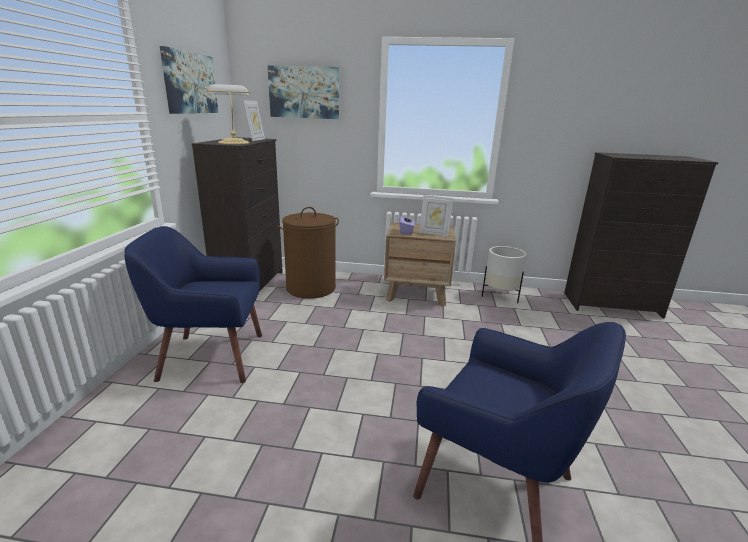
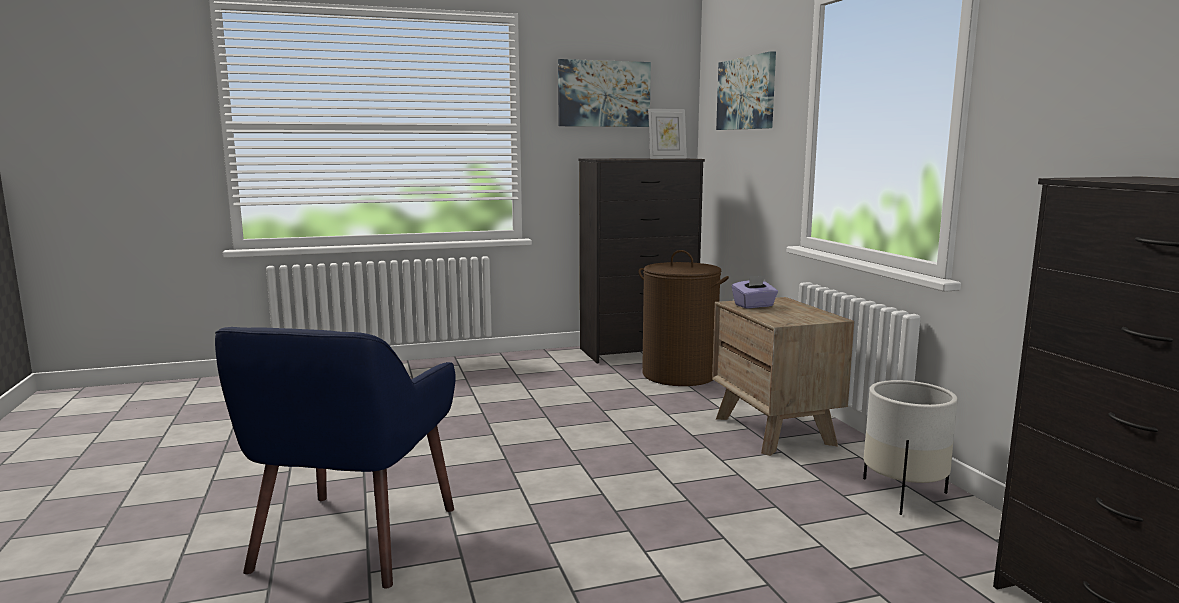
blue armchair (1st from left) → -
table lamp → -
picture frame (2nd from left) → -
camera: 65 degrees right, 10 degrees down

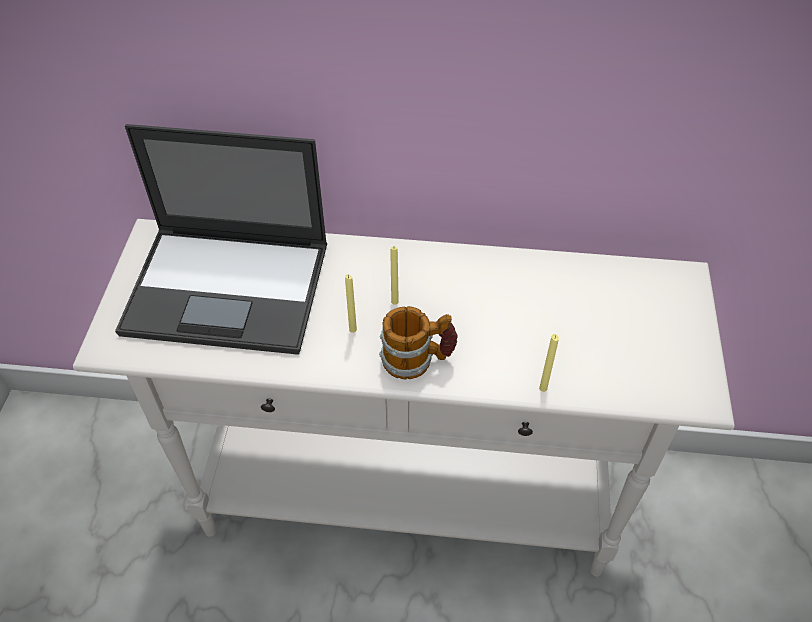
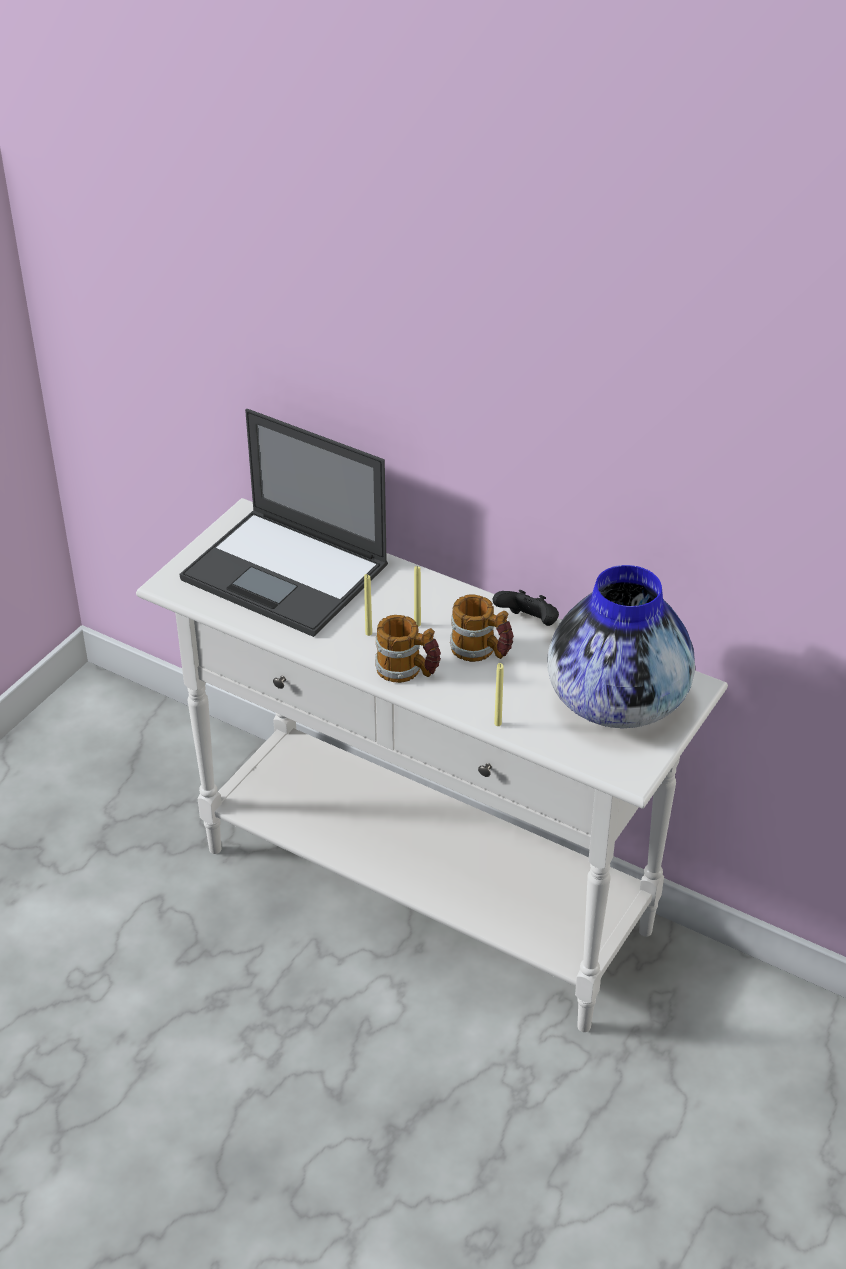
- → mug (2nd from left)
- → black game controller
- → vase
camera: 25 degrees right, 10 degrees down

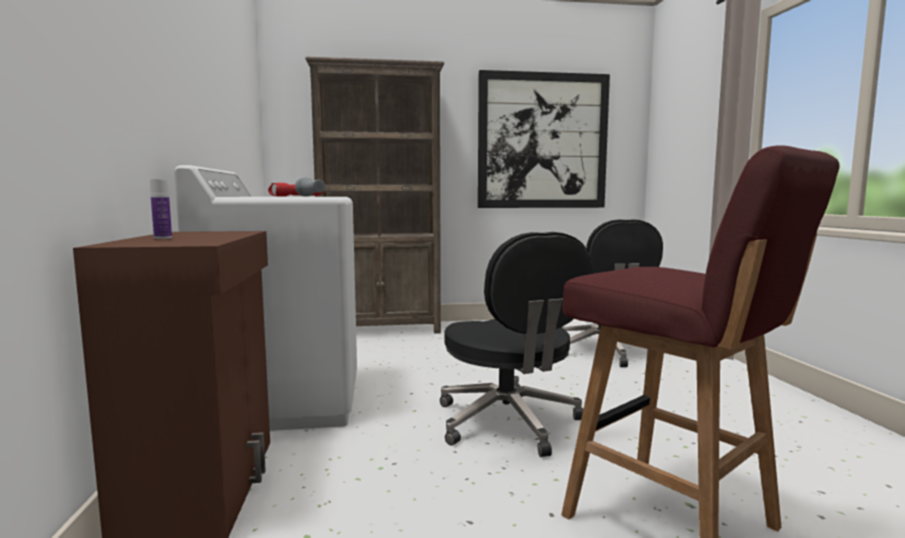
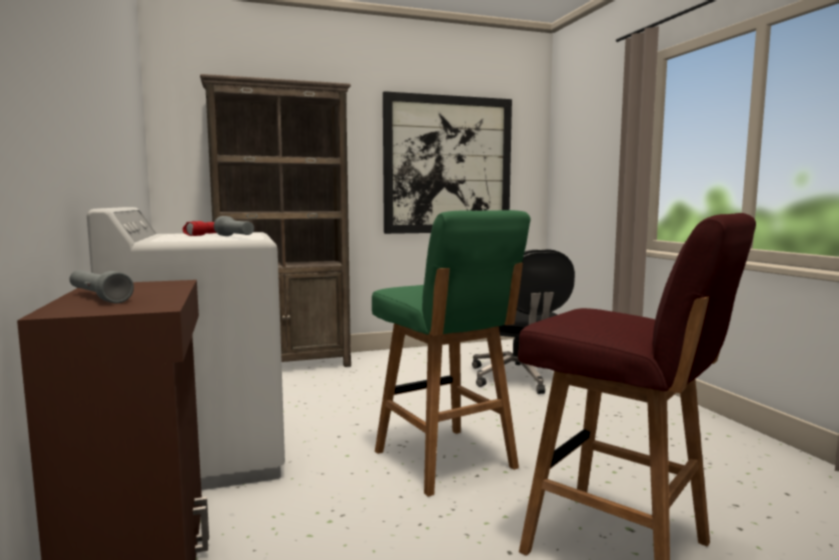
bottle → grey flashlight (1st from left)
black office chair (1st from left) → green stool
camera: 10 degrees left, 0 degrees up

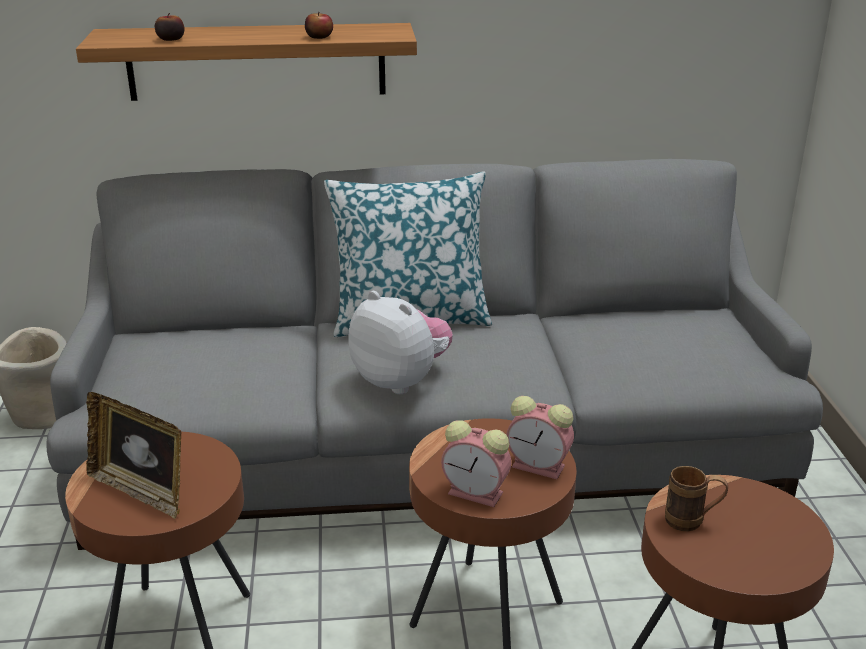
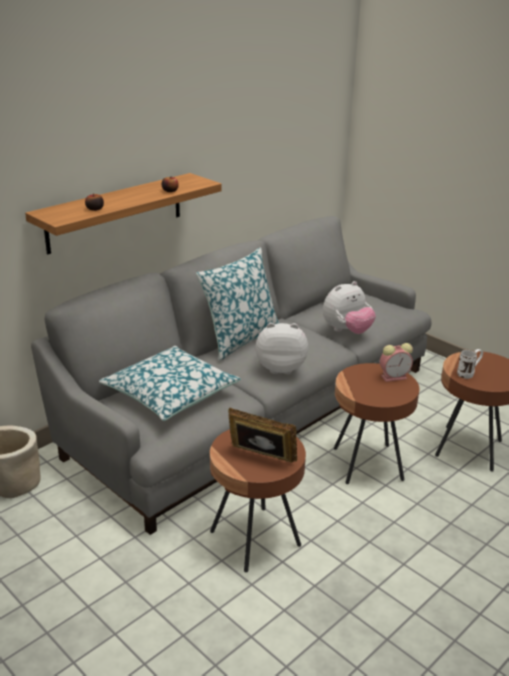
- → pillow (1st from left)
picture frame, 150 degrees counterclockwise
- → plush toy (2nd from left)
brown mug → white mug
alarm clock (1st from left) → -
camera: 40 degrees left, 0 degrees up

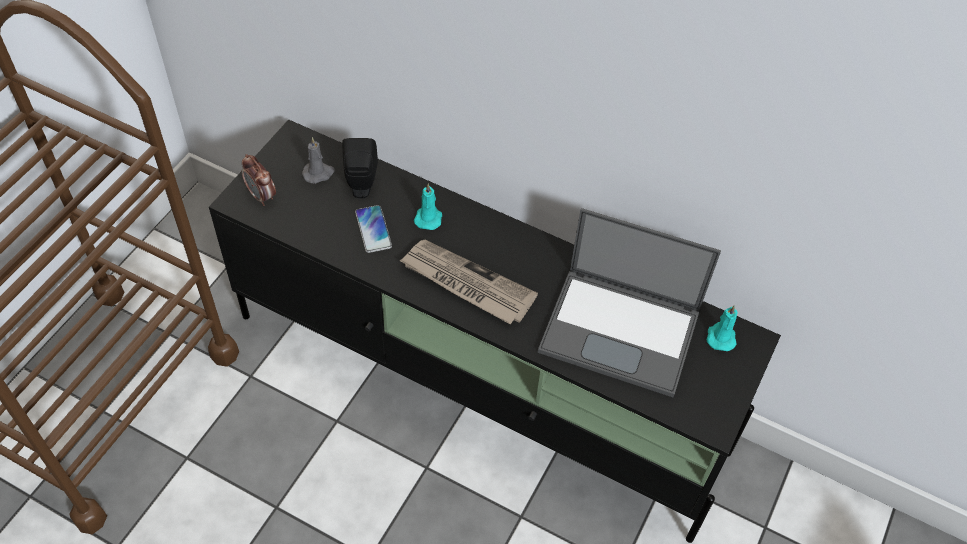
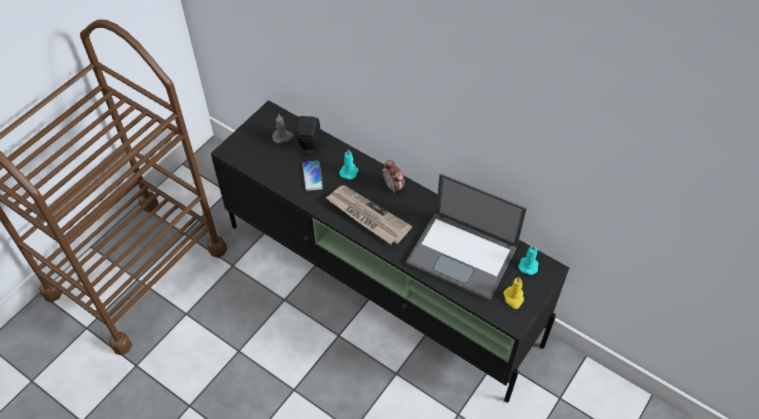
alarm clock, moved
- → yellow candle
camera: 10 degrees right, 0 degrees up

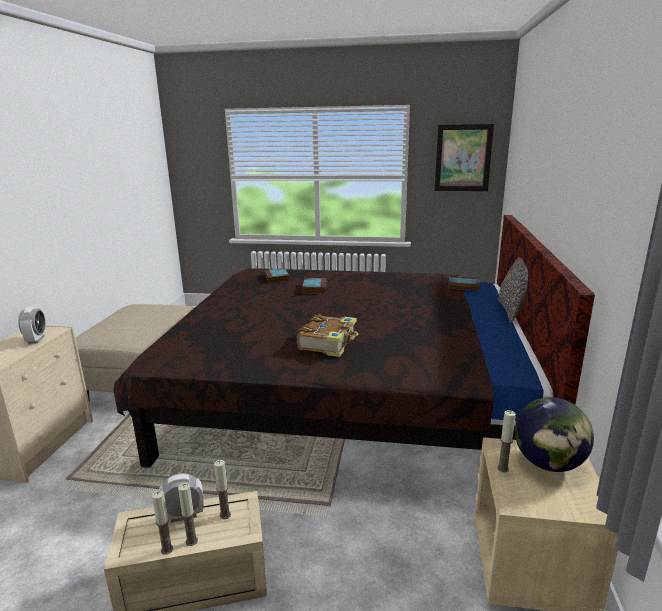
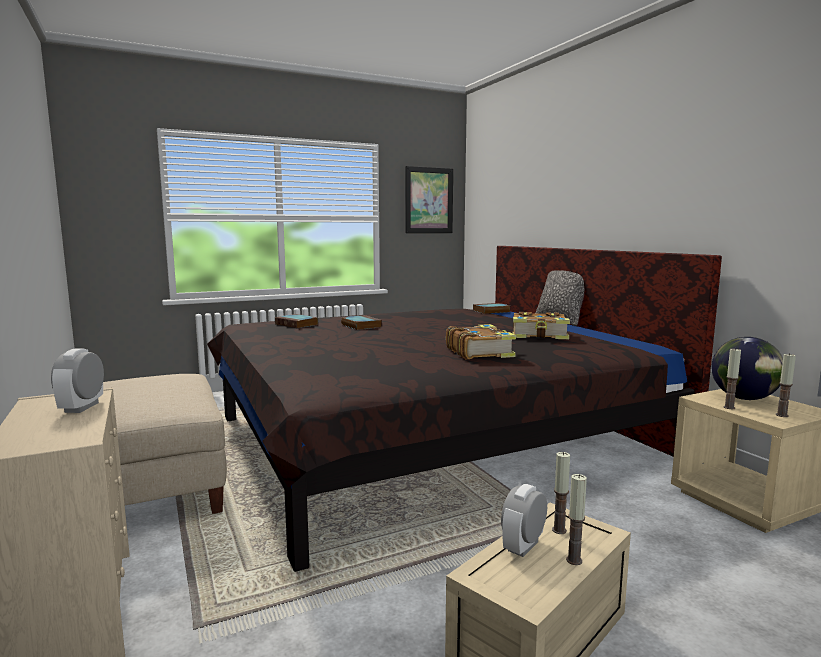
alarm clock (1st from left), 135 degrees counterclockwise
- → book (5th from left)
candle (1st from left in the first image) → candle (4th from left), moved
camera: 35 degrees left, 10 degrees down

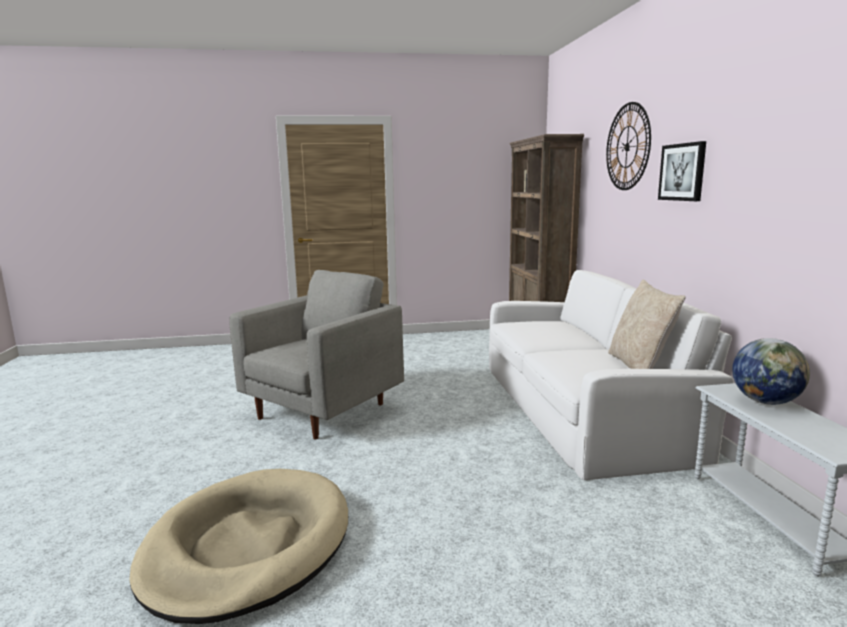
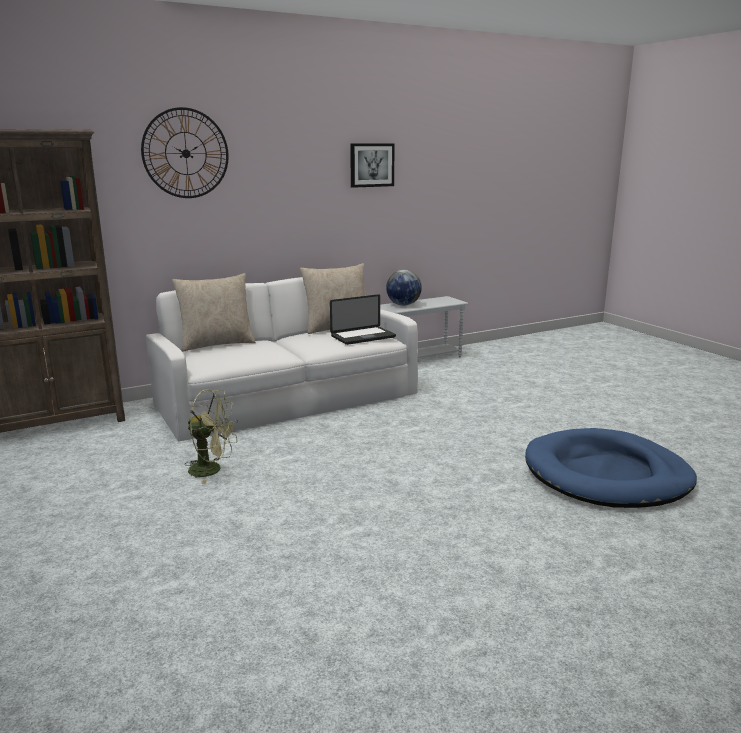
- → beige pillow (1st from left)
- → green fan
- → laptop
picture, moved
beige dog bed → blue dog bed
grey armchair → -
camera: 110 degrees left, 5 degrees up

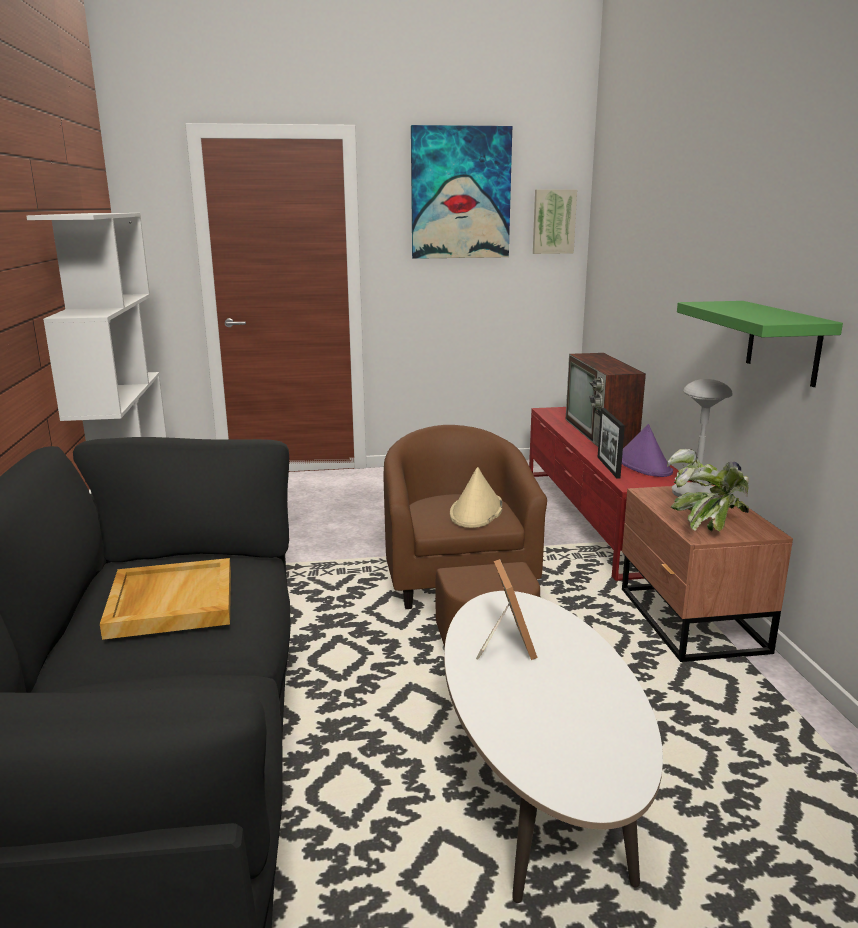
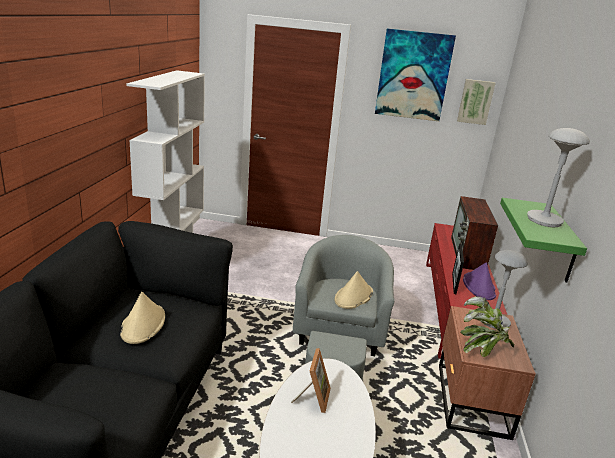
beige tray → beige hat (1st from left)
brown armchair → grey armchair
- → grey table lamp (2nd from left)
camera: 15 degrees right, 5 degrees up

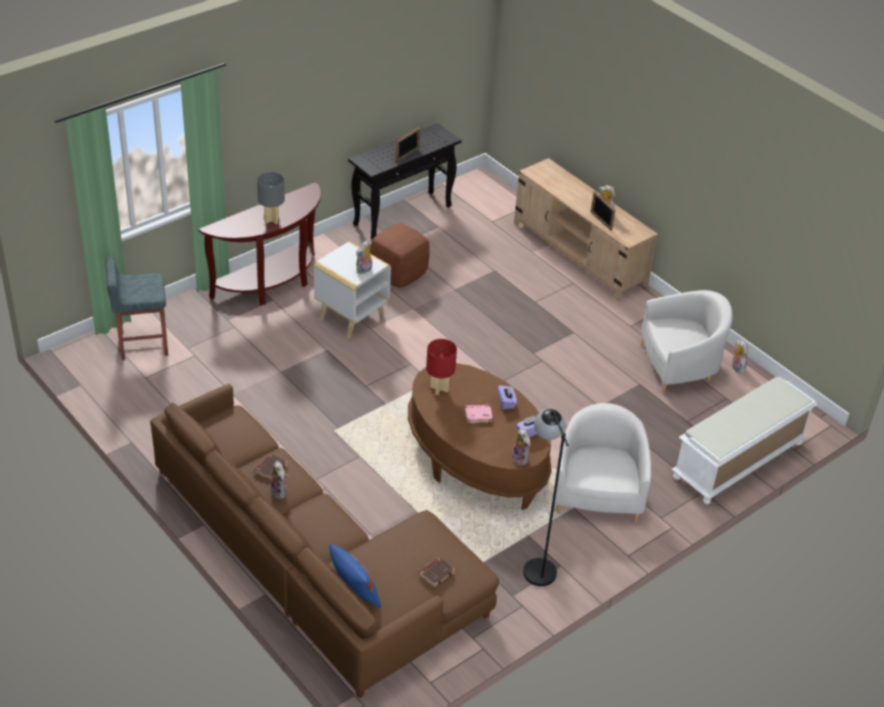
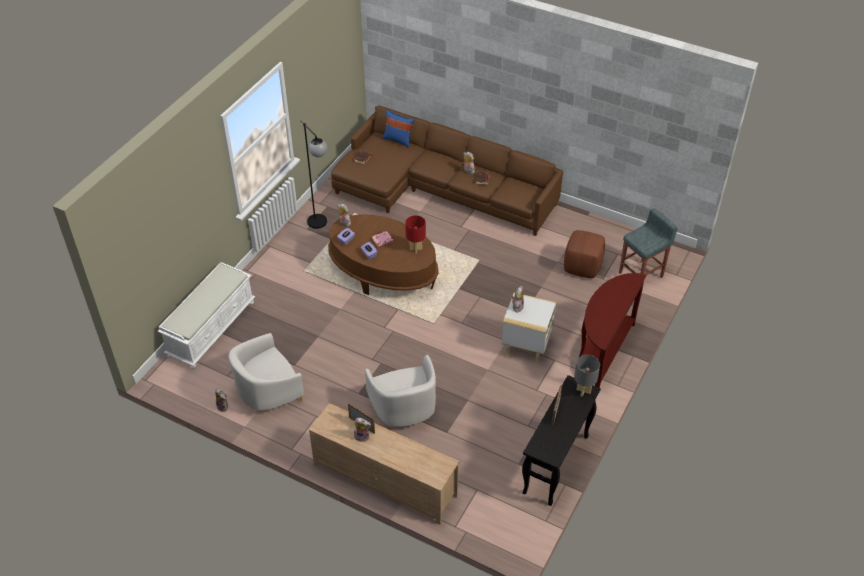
white armchair (1st from left in the first image) → white armchair (2nd from left), moved
brown ottoman, moved
grey table lamp, moved
camera: 160 degrees right, 5 degrees up

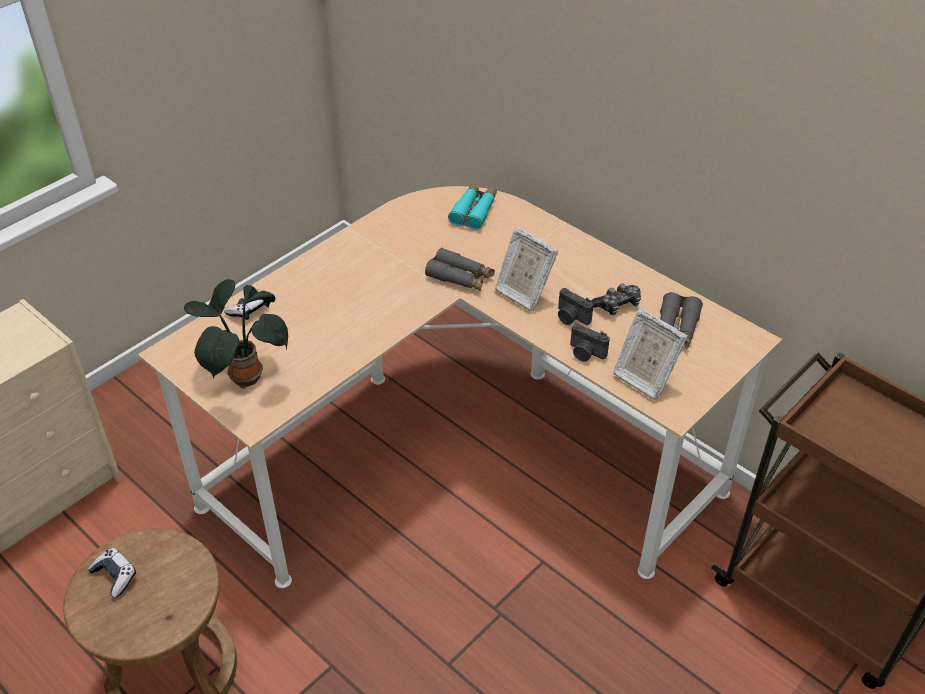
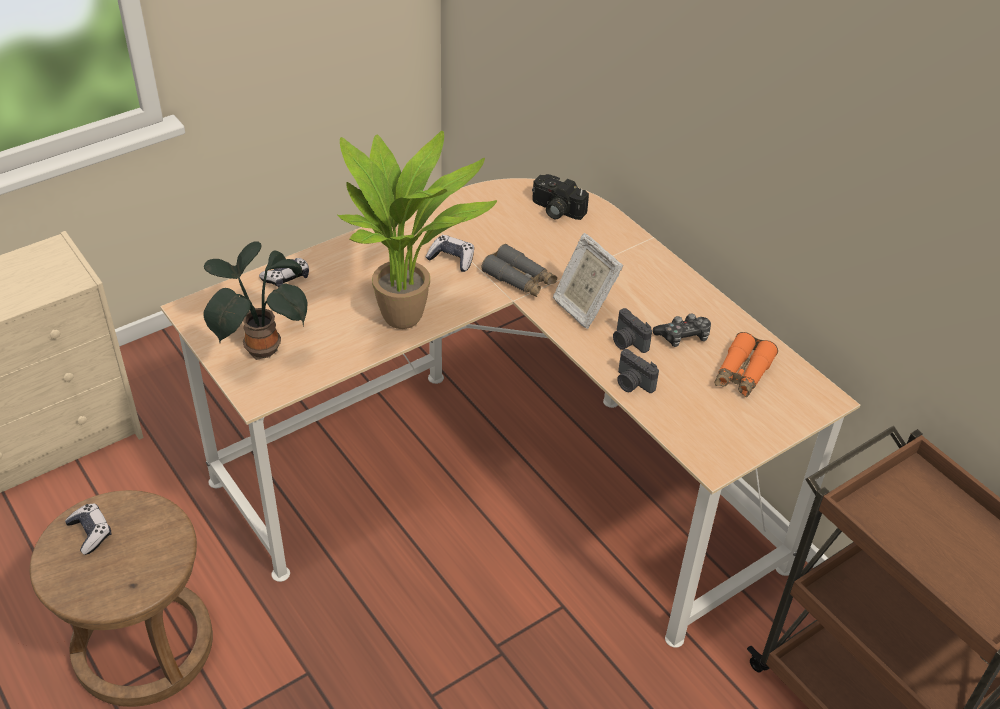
- → potted plant (2nd from left)
- → game controller (3rd from left)
turquoise binoculars → photo camera (1st from left)
grey binoculars (2nd from left) → orange binoculars
picture frame (2nd from left) → -
camera: 10 degrees right, 0 degrees up

